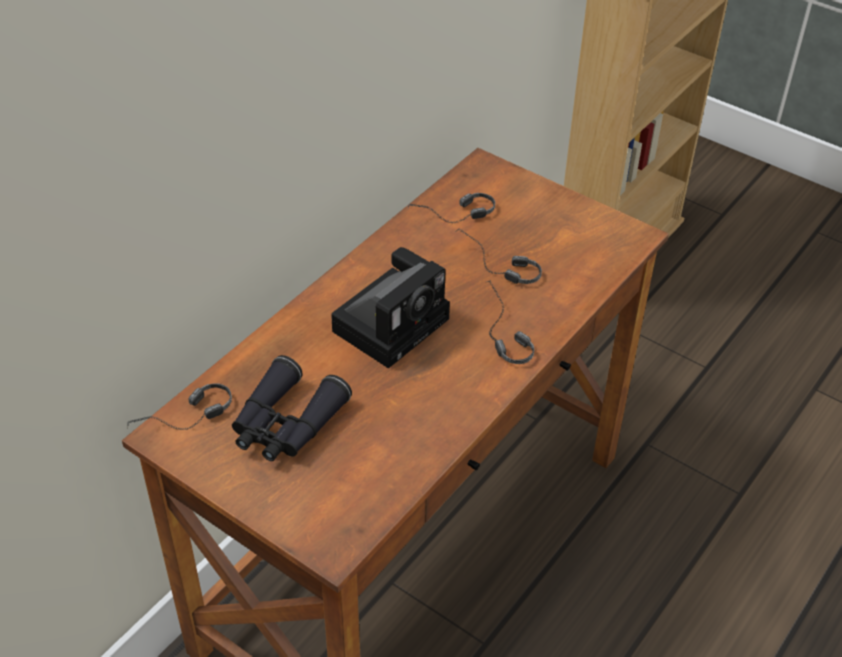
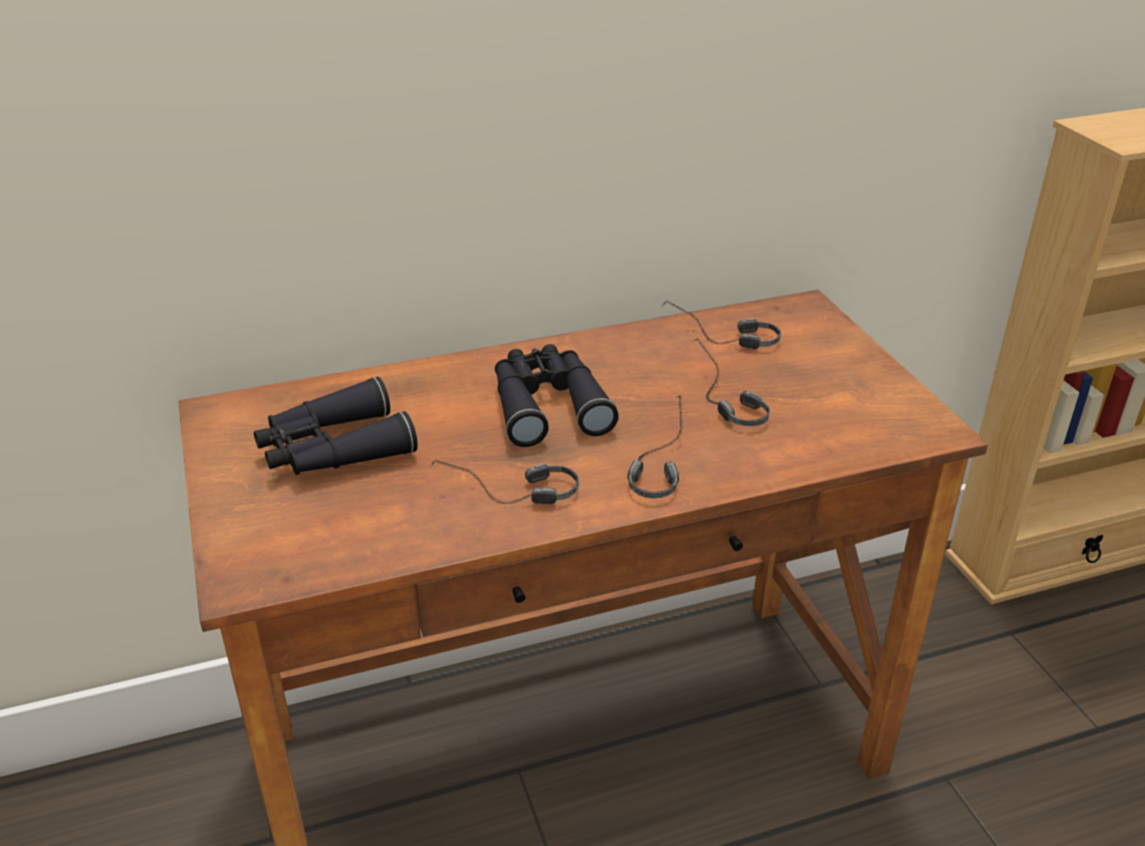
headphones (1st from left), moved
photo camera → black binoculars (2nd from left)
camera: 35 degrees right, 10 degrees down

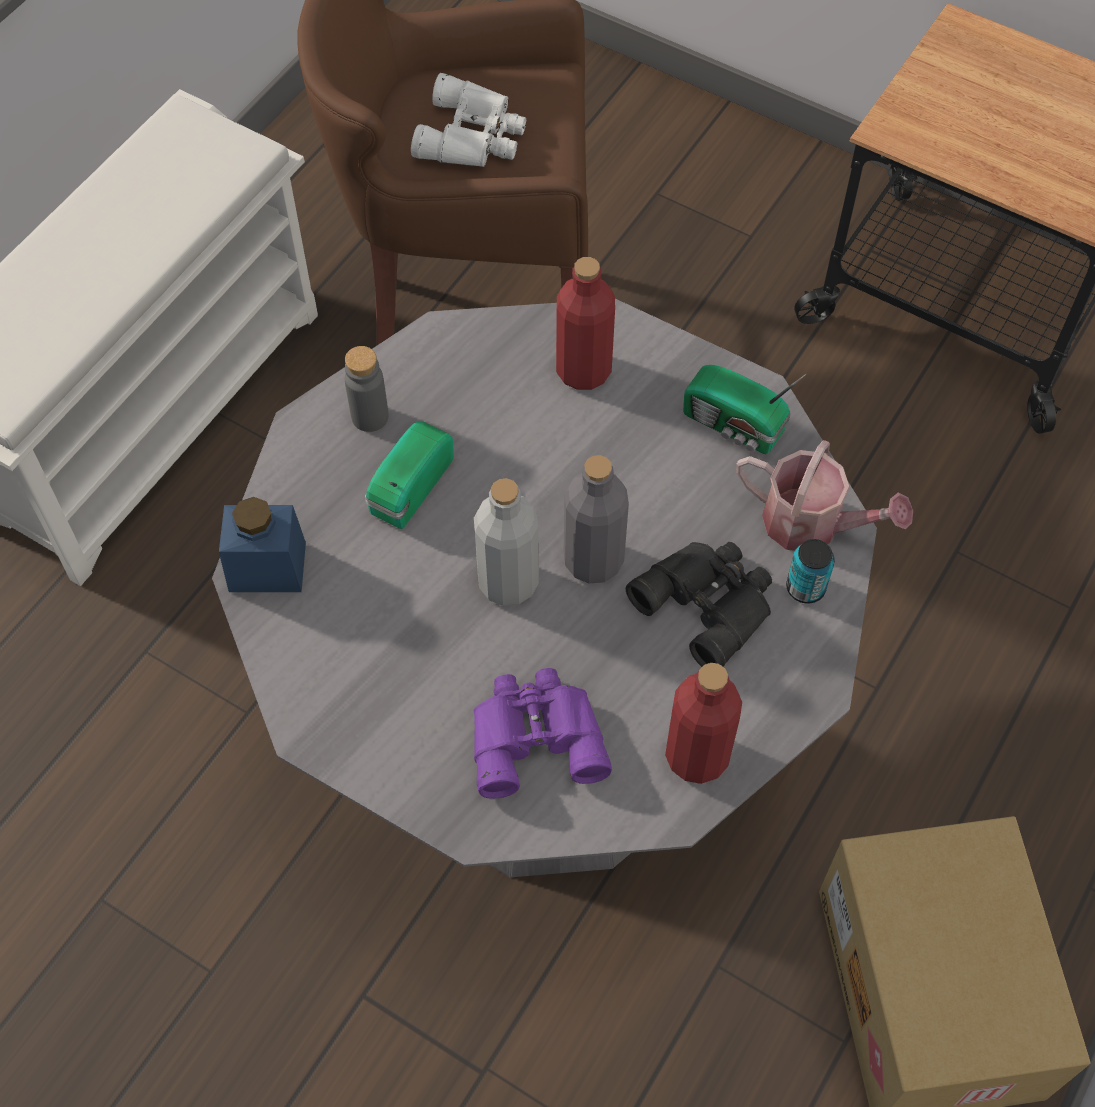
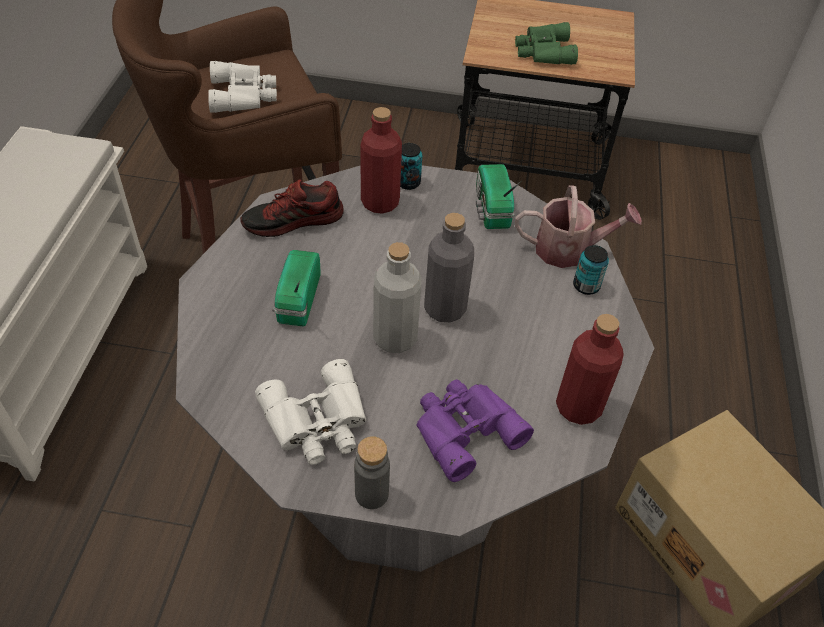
- → shoe
- → white binoculars (2nd from left)
grey bottle (1st from left), moved
- → can (1st from left)
radio (2nd from left), 75 degrees clockwise
- → green binoculars
blue jar → -
black binoculars → -
camera: 25 degrees left, 10 degrees down

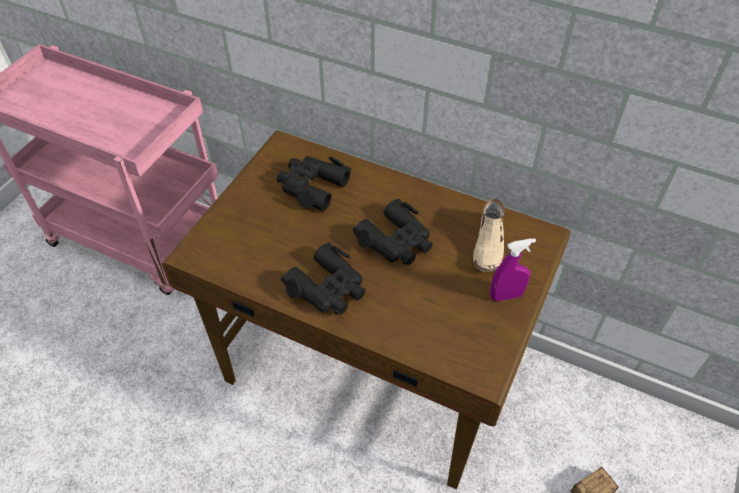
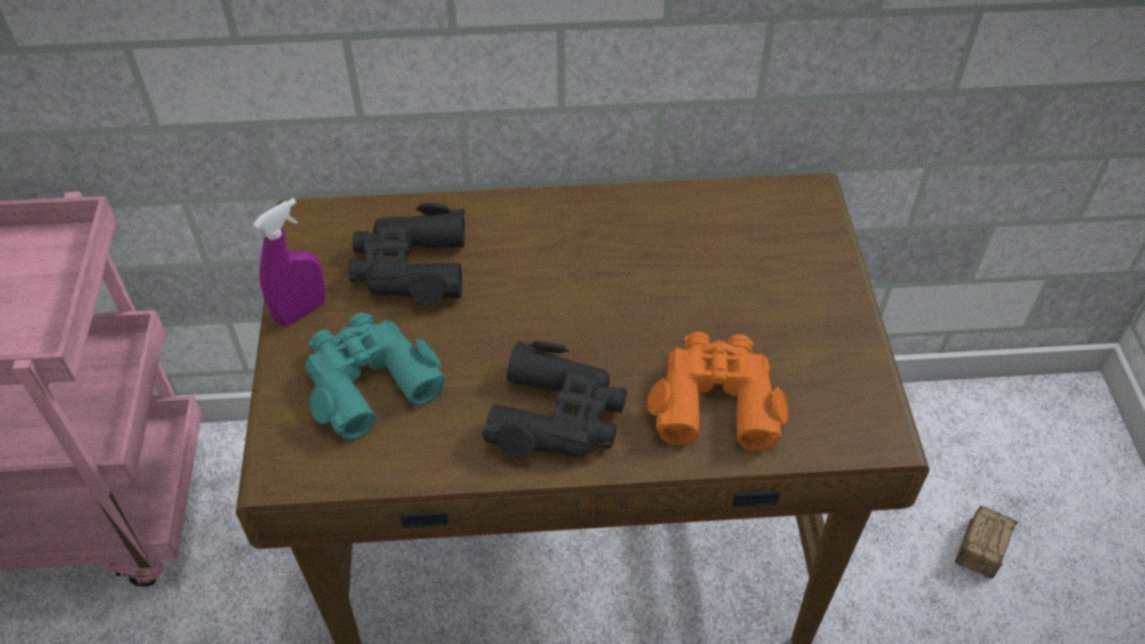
purple spray bottle, moved
- → turquoise binoculars
- → orange binoculars
black binoculars (3rd from left) → -
beige shoe → -
camera: 30 degrees left, 0 degrees up

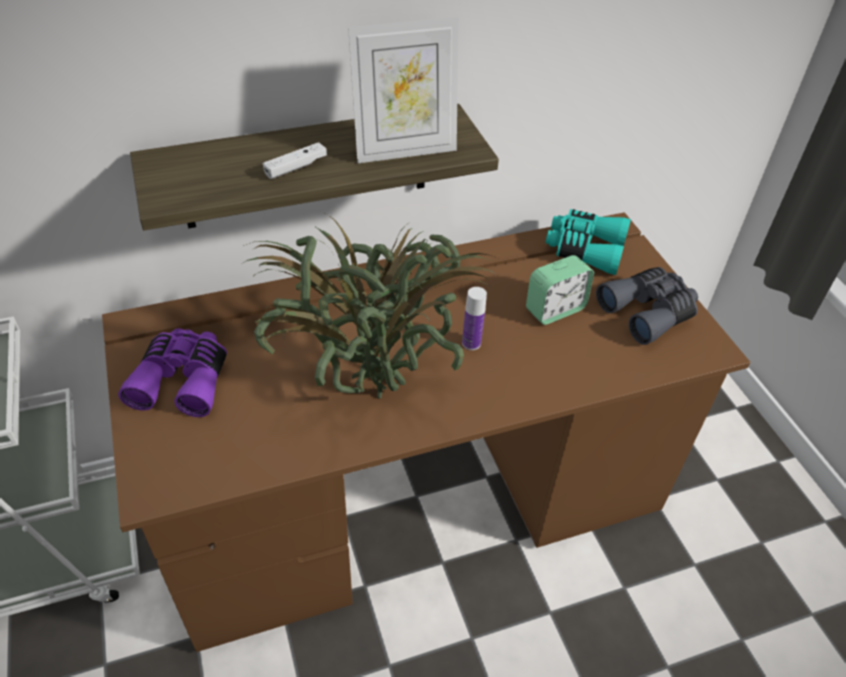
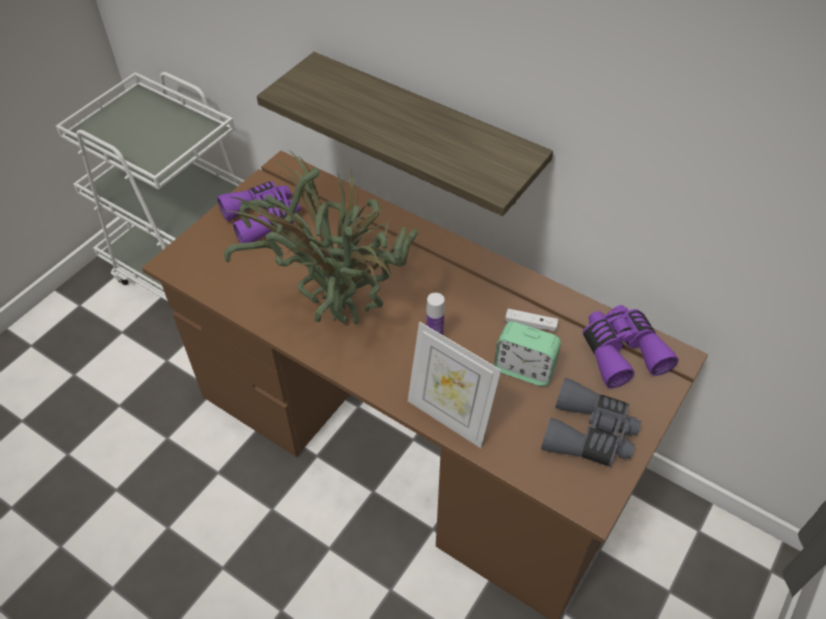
picture frame, moved
white game controller, moved
turquoise binoculars → purple binoculars (2nd from left)
camera: 55 degrees right, 5 degrees up

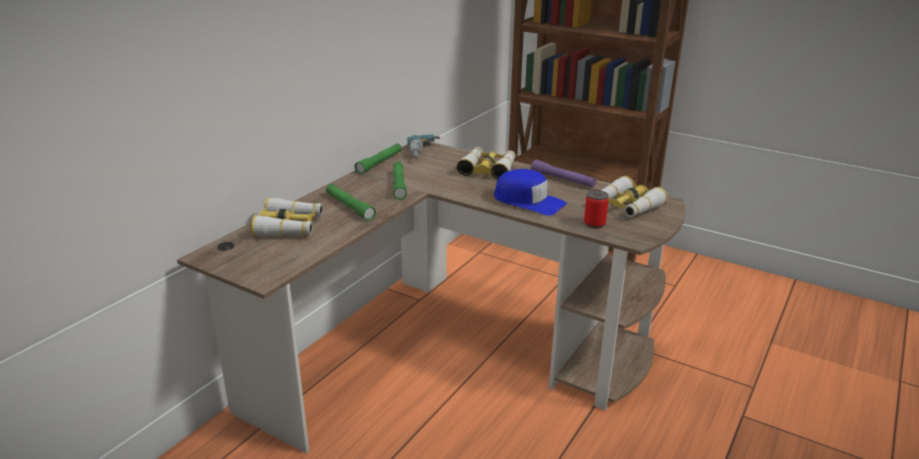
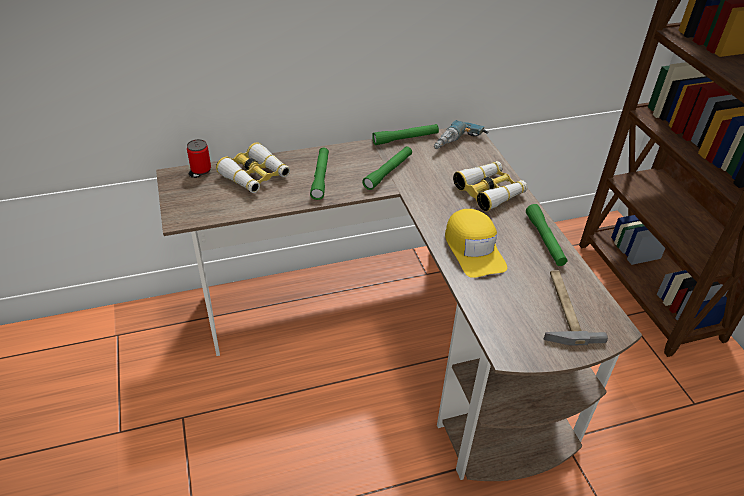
can, moved
blue cap → yellow cap
purple flashlight → green flashlight (4th from left)
binoculars (3rd from left) → hammer
camera: 40 degrees right, 15 degrees up

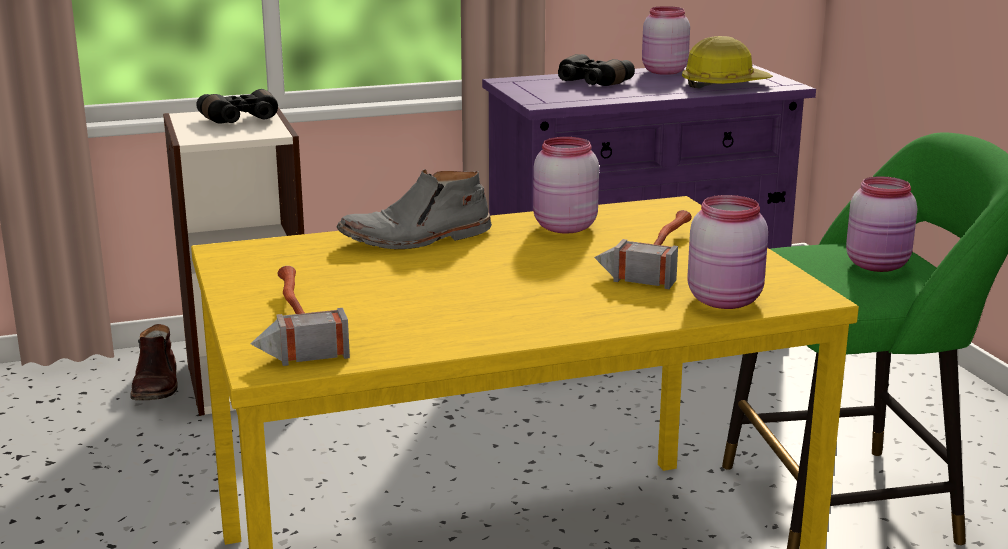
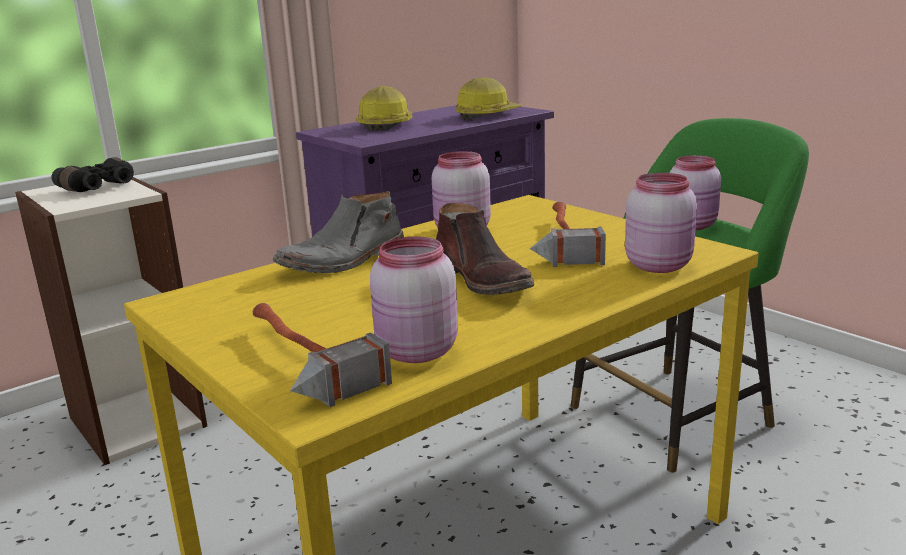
black binoculars (2nd from left) → hard hat (1st from left)
pink jar (2nd from left in the first image) → pink jar (1st from left), moved
brown boot, moved
camera: 20 degrees left, 0 degrees up

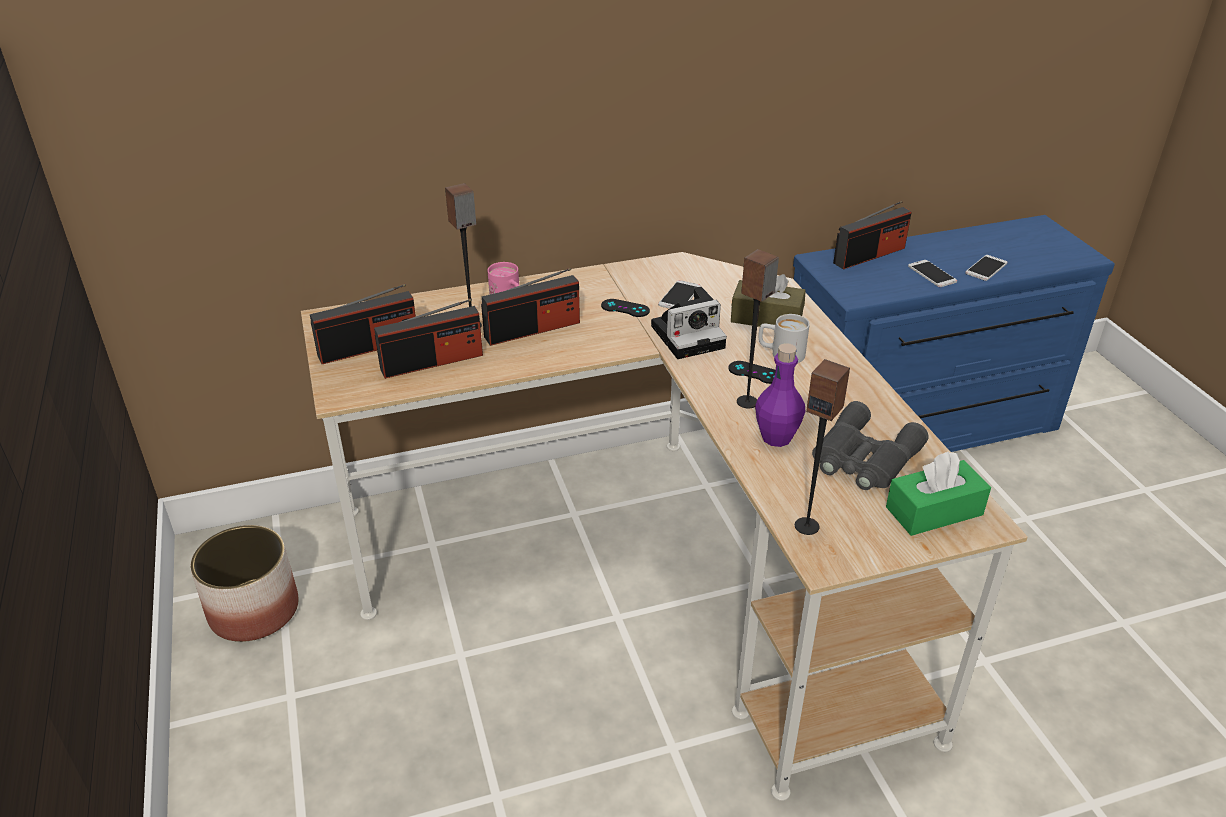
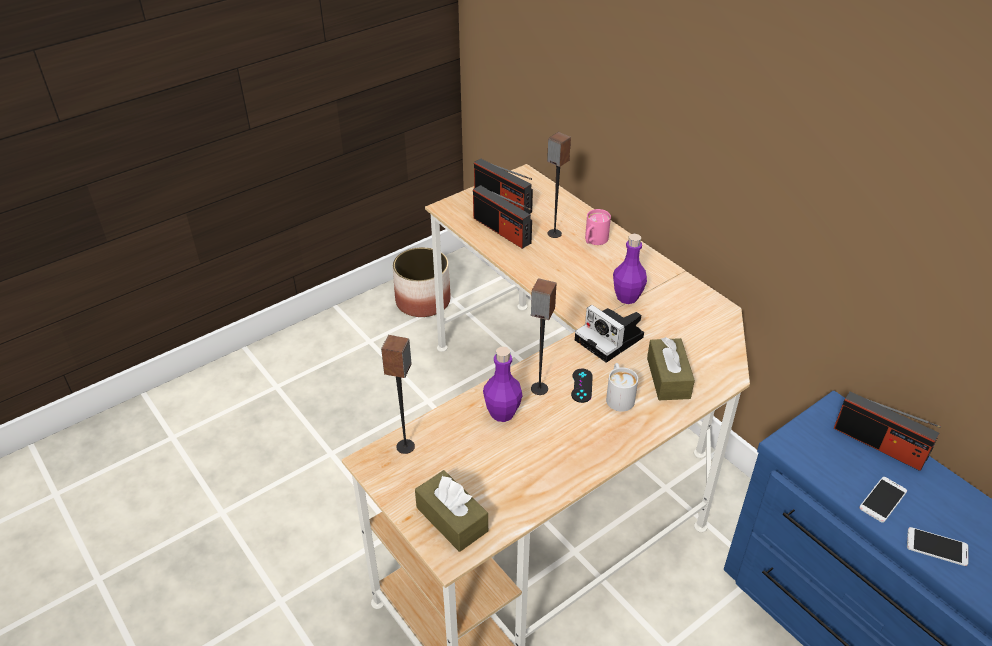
green tissue box → brown tissue box (1st from left)
black game controller (1st from left) → purple bottle (2nd from left)
radio (3rd from left) → -
phone (1st from left) → -
grey binoculars → -
camera: 70 degrees right, 5 degrees up

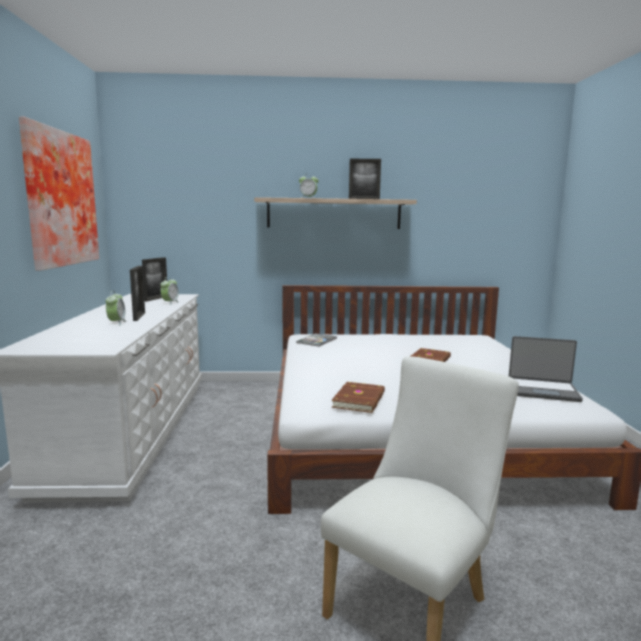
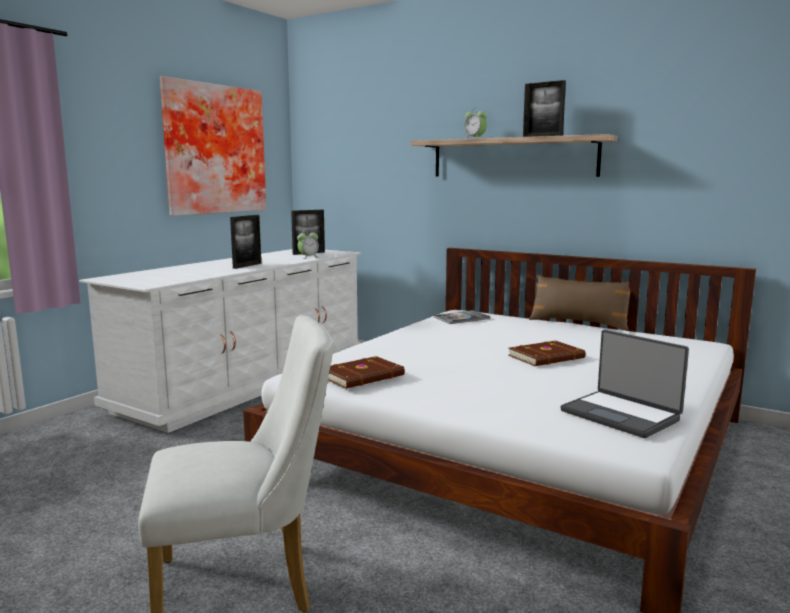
- → brown pillow
alarm clock (1st from left) → -
camera: 35 degrees right, 0 degrees up

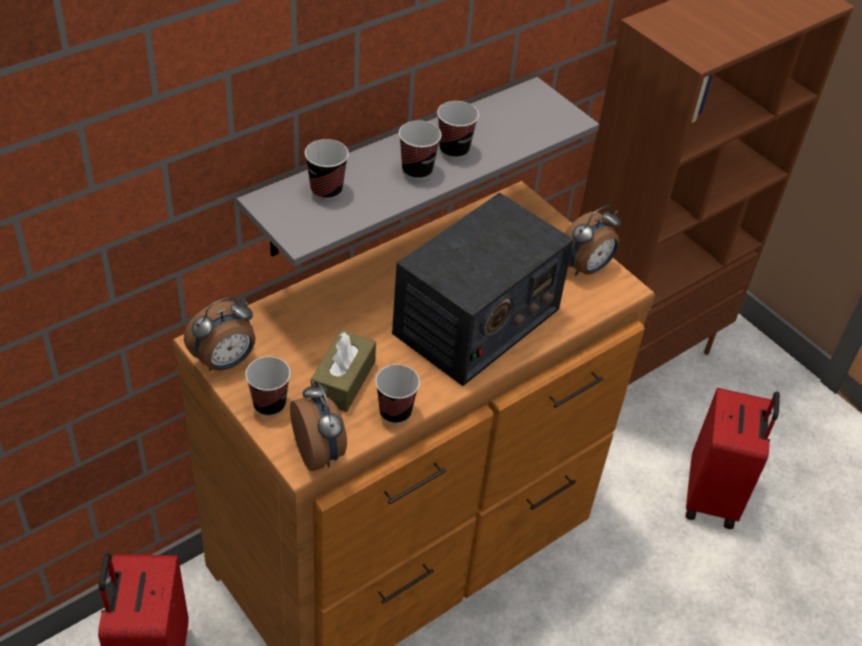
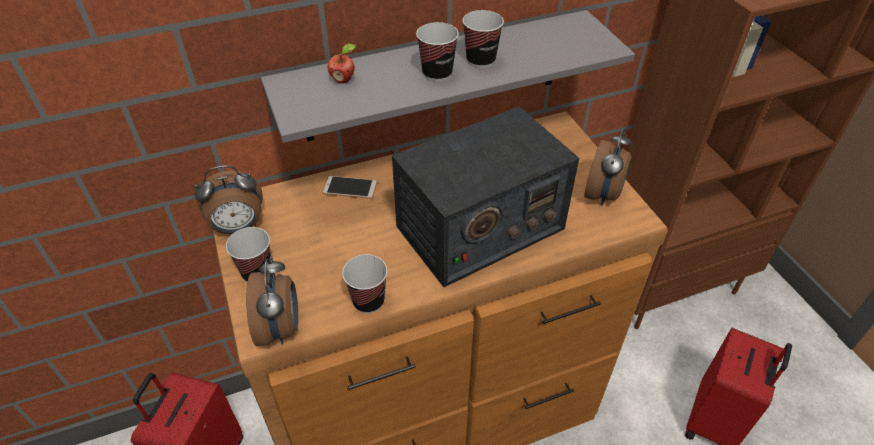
- → phone
cup (2nd from left) → apple
alarm clock (3rd from left), 45 degrees counterclockwise
brown tissue box → -
camera: 20 degrees right, 0 degrees up

